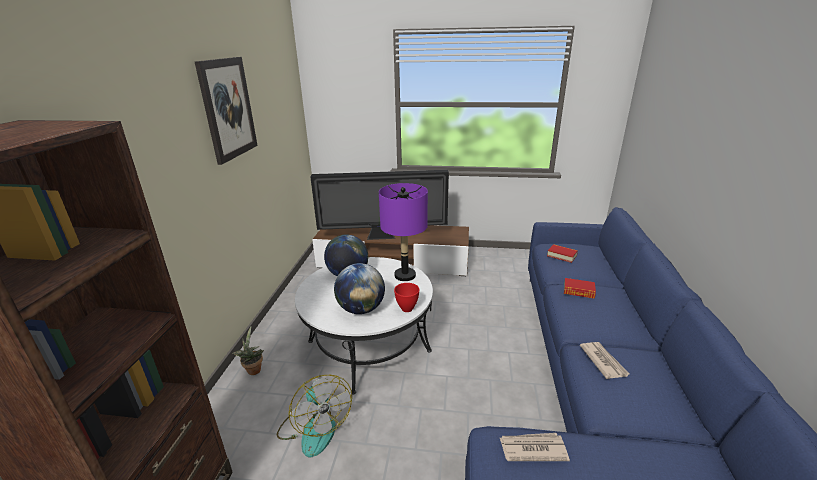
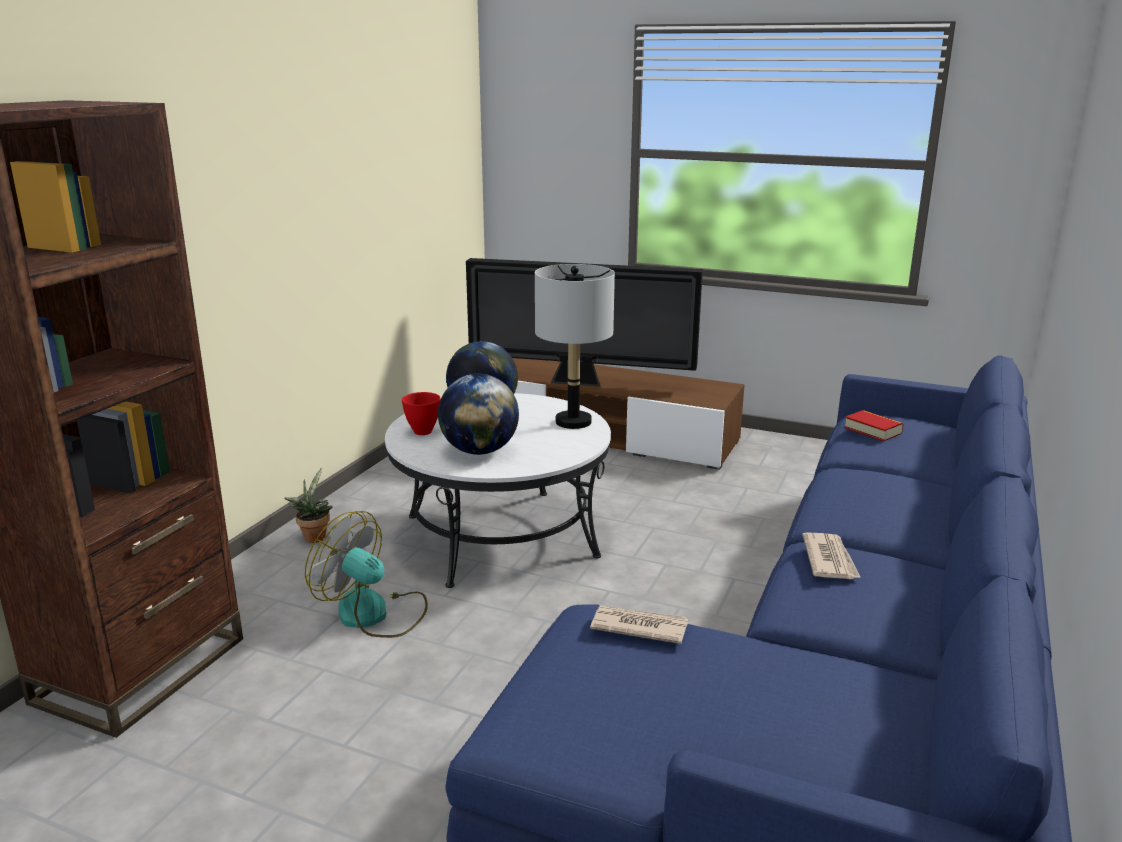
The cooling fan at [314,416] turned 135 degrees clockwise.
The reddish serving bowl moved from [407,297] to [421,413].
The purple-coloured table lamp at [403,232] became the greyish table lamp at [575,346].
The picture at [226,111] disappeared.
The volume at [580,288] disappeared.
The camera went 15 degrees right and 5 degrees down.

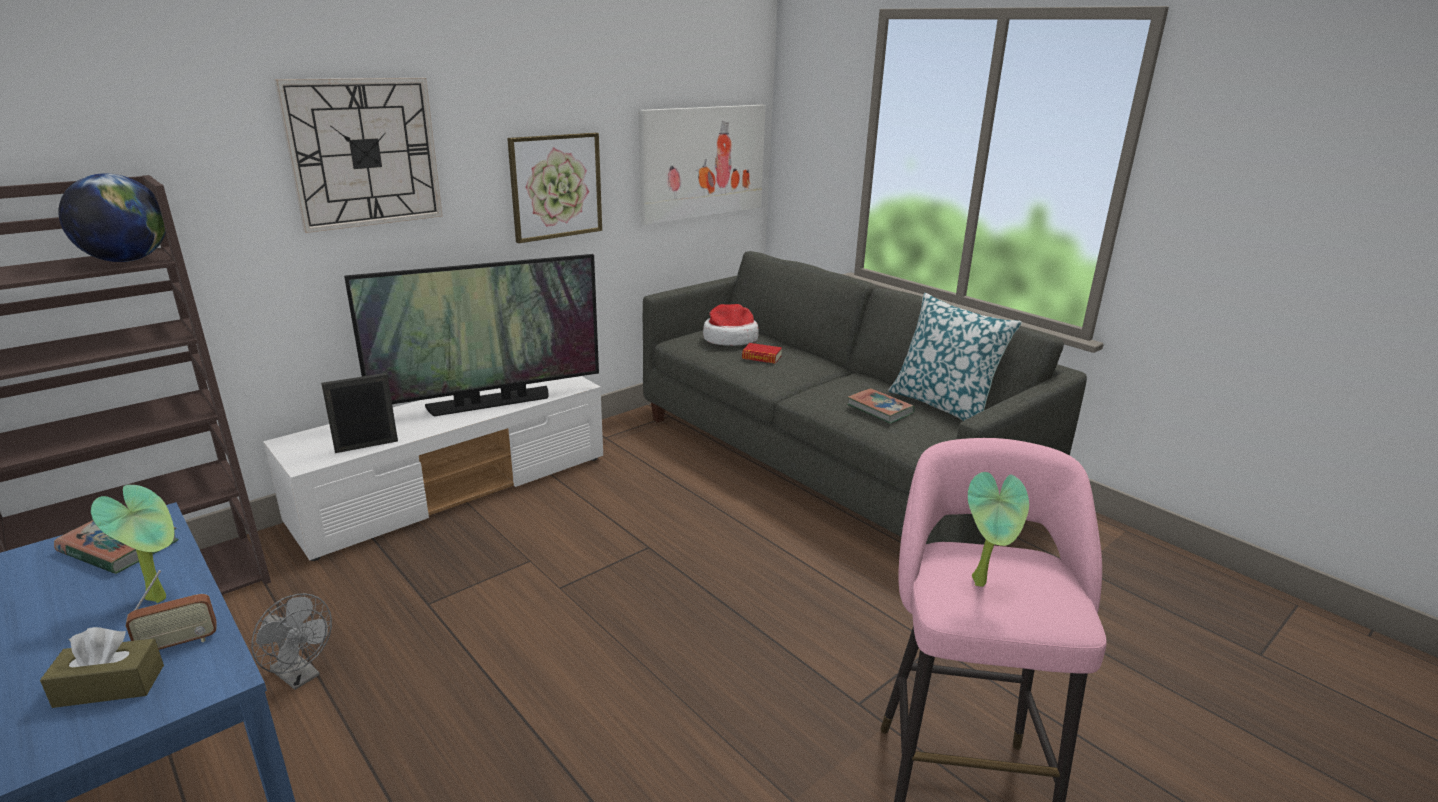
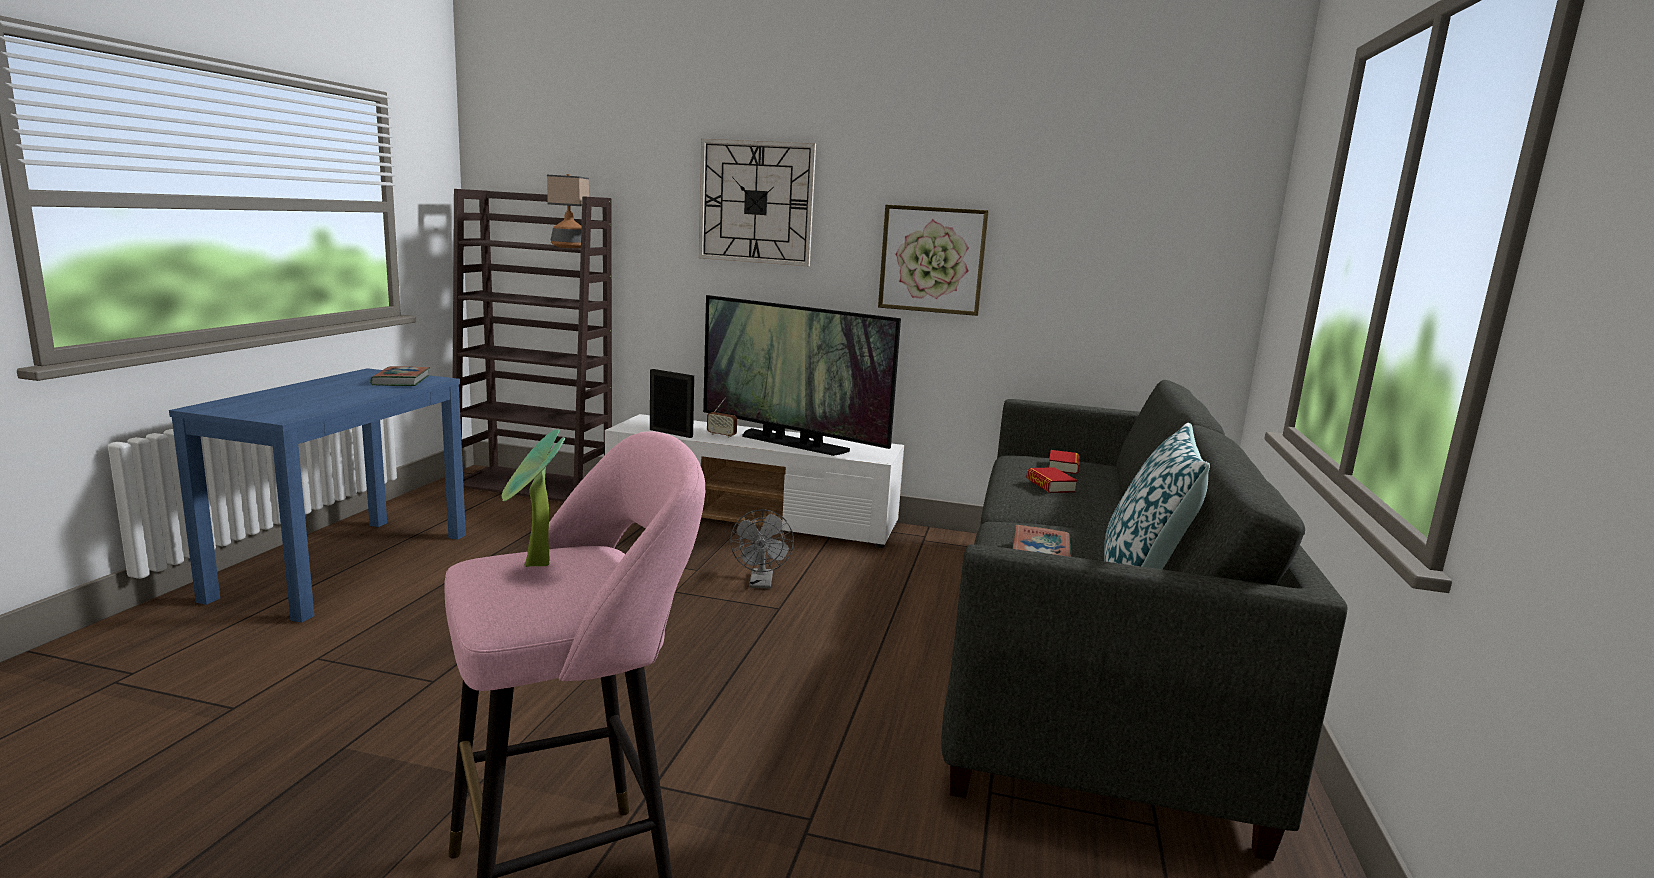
The world globe at [112,217] was replaced by the table lamp at [568,211].
The radio receiver moved from [171,610] to [722,417].
The greyish cooling fan moved from [291,641] to [762,549].
The wearable hat at [731,325] was replaced by the volume at [1064,462].
The brown-coloured box of tissues at [102,667] disappeared.
The plant in a pot at [132,544] disappeared.
The picture at [702,165] disappeared.
The camera went 55 degrees right and 10 degrees down.

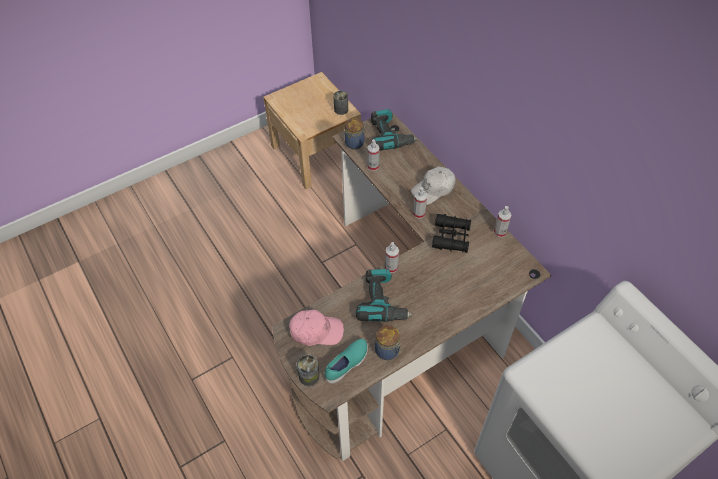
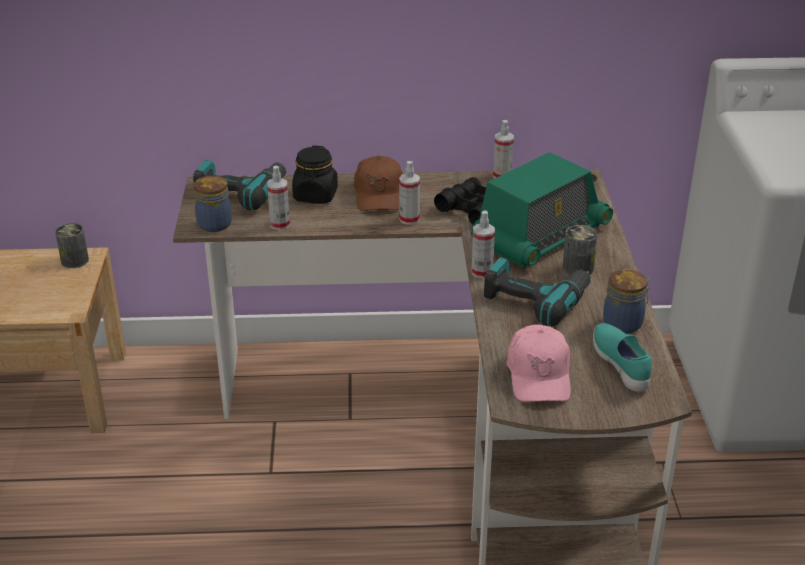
The black jar at [315,174] appeared.
The white baseball cap at [433,185] became the brown-coloured baseball cap at [378,183].
The radio receiver at [542,210] appeared.
The pink-coloured baseball cap at [316,328] turned 150 degrees clockwise.
The metal can moved from [308,370] to [580,250].
The camera went 60 degrees left and 20 degrees down.

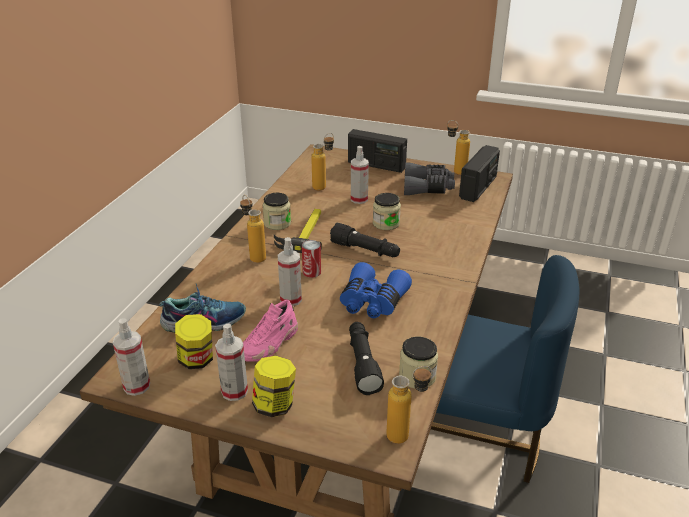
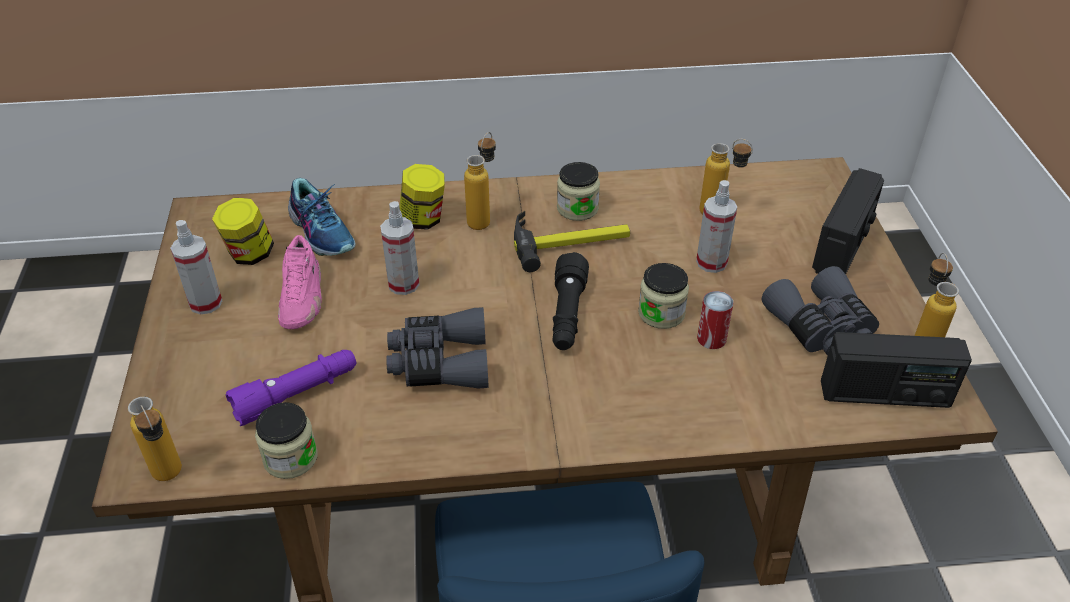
The black hand torch at [366,358] became the purple-coloured hand torch at [291,388].
The pink-coloured item of footwear at [270,330] turned 105 degrees counterclockwise.
The blue-coloured field glasses at [376,290] became the greyish field glasses at [437,347].
The jar moved from [274,386] to [422,197].
The metal can moved from [311,259] to [715,320].
The radio receiver at [377,151] turned 150 degrees counterclockwise.
The spray bottle at [131,357] disappeared.
The camera went 65 degrees right and 10 degrees up.

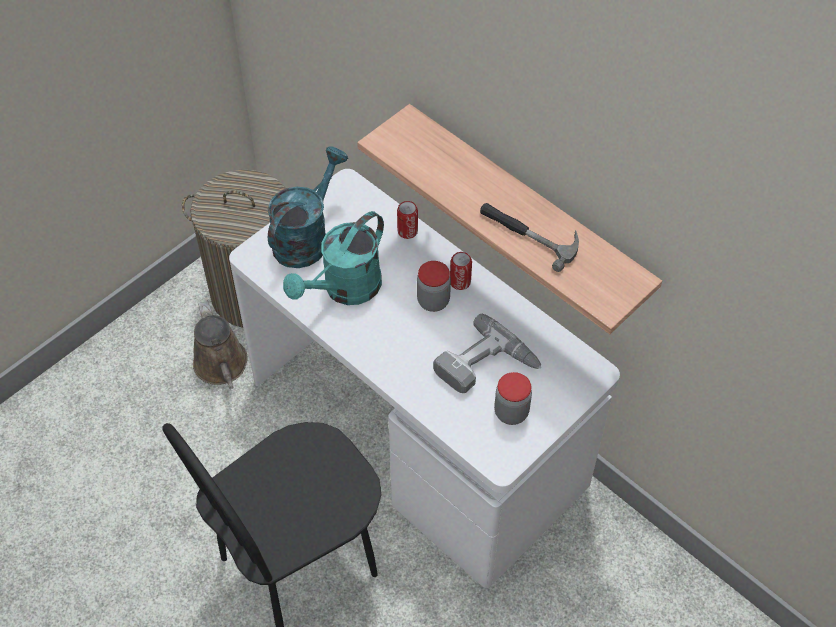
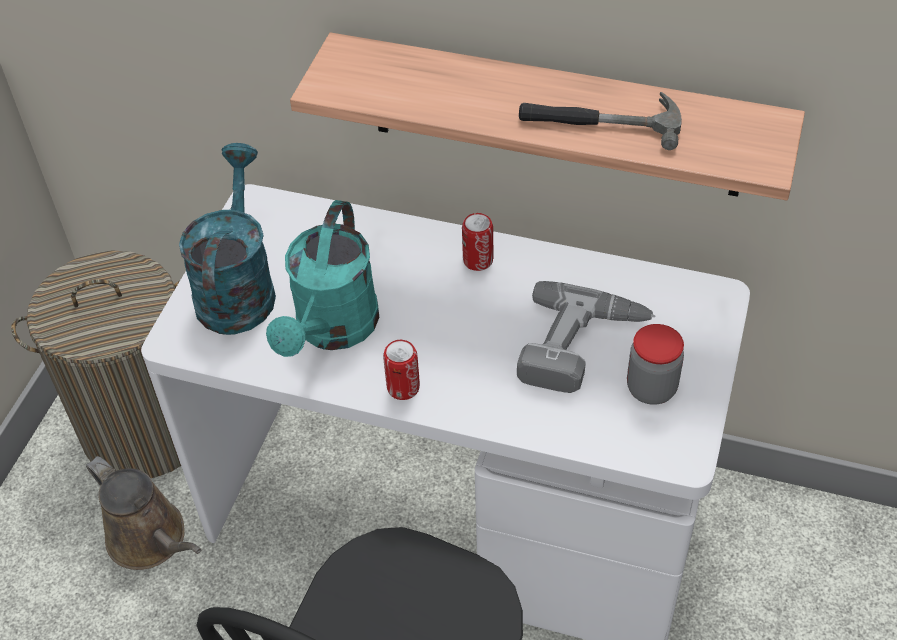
The metal can moved from [407,220] to [401,370].
The jar at [434,286] disappeared.
The camera went 25 degrees left and 5 degrees down.

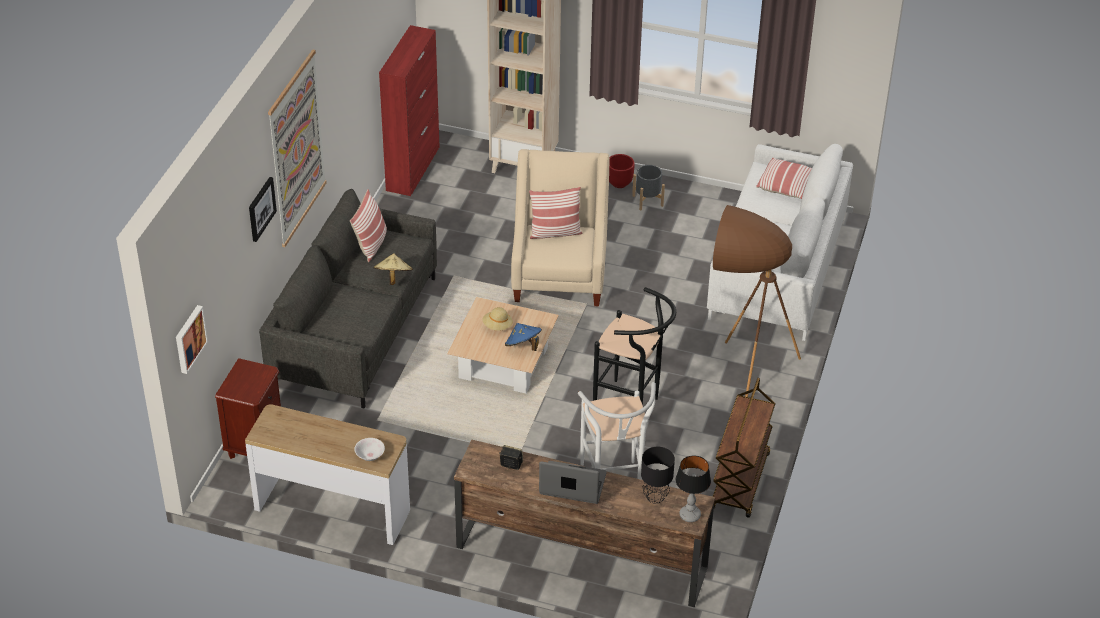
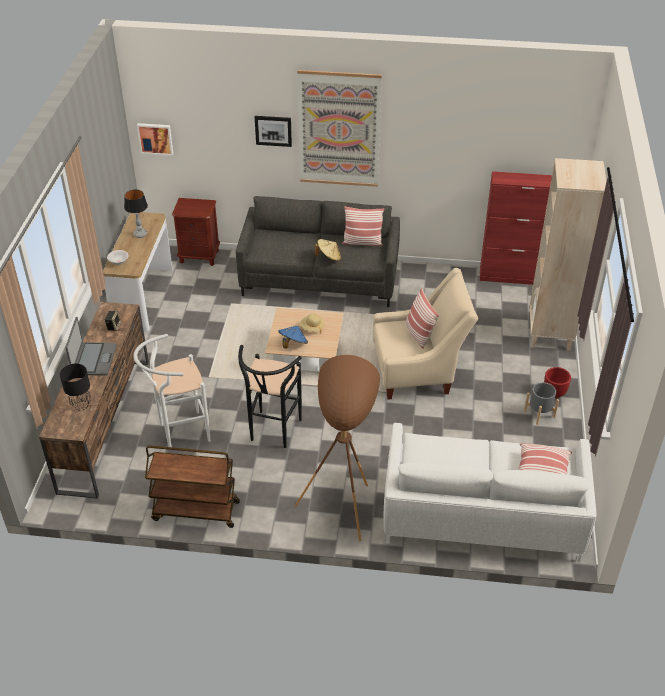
The table lamp moved from [693,488] to [136,213].
The camera went 80 degrees right and 0 degrees up.

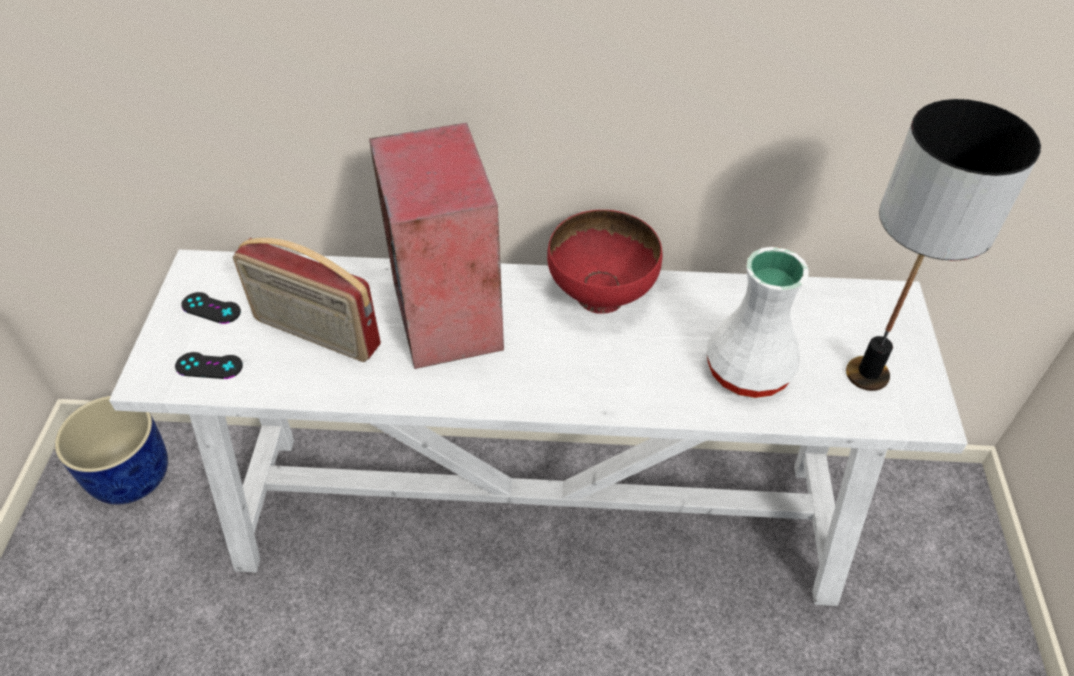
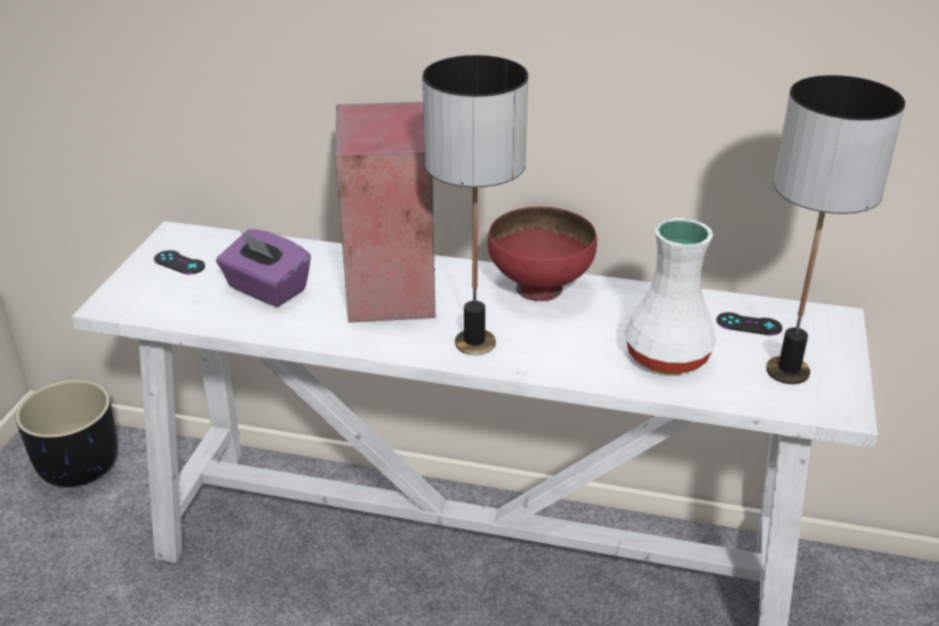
The blue-coloured plant pot at [111,450] became the black plant pot at [66,433].
The radio receiver at [307,300] was replaced by the purple-coloured box of tissues at [263,268].
The table lamp at [475,205] appeared.
The black gamepad moved from [209,365] to [749,324].
The camera went 10 degrees right and 15 degrees down.

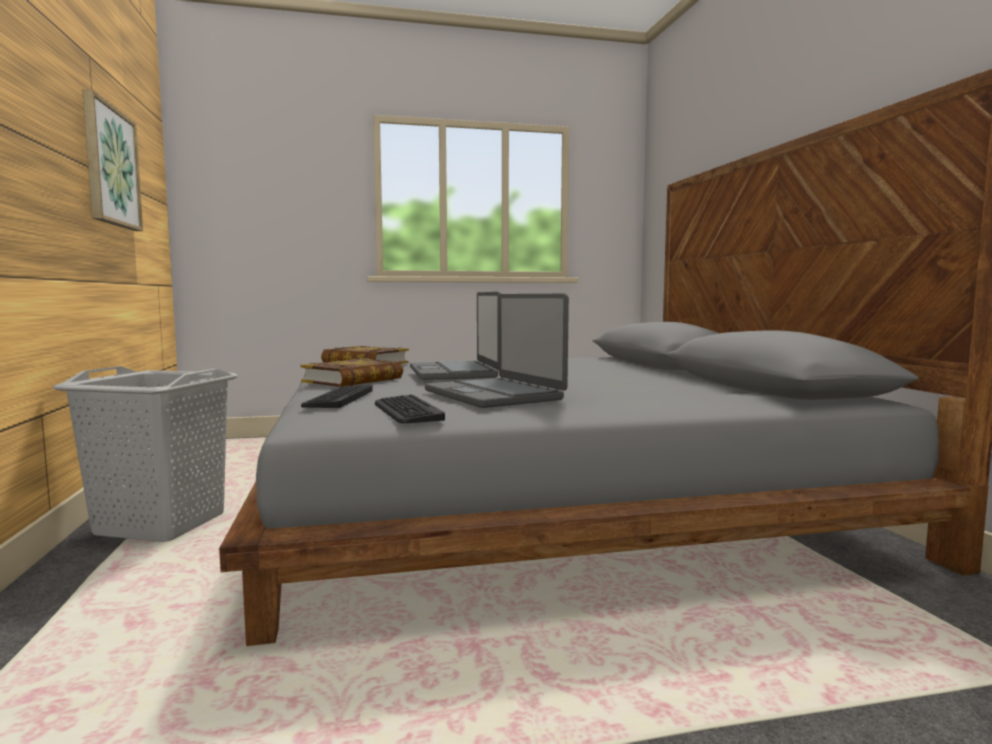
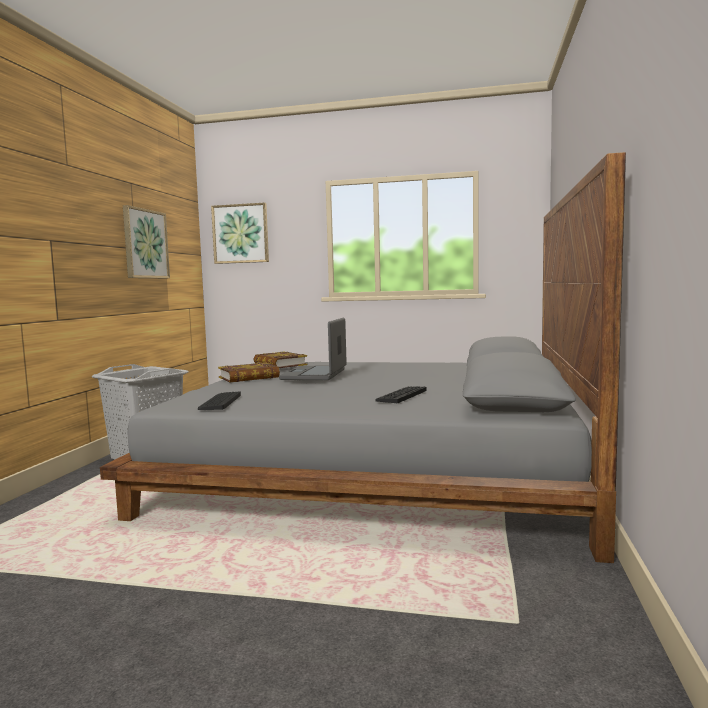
The picture at [240,233] appeared.
The keyboard moved from [337,396] to [400,394].
The portable computer at [497,351] disappeared.
The camera went 25 degrees right and 0 degrees up.

